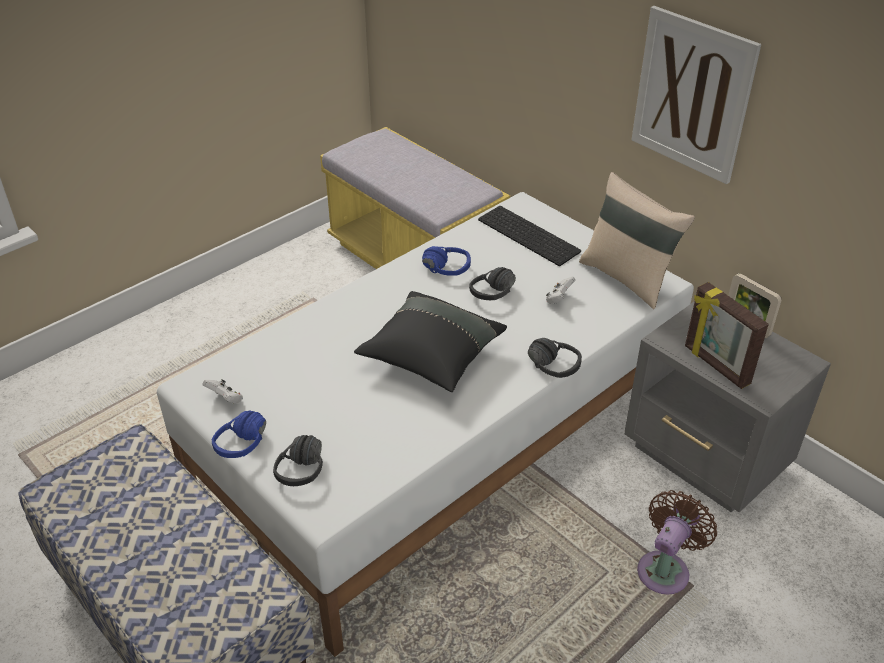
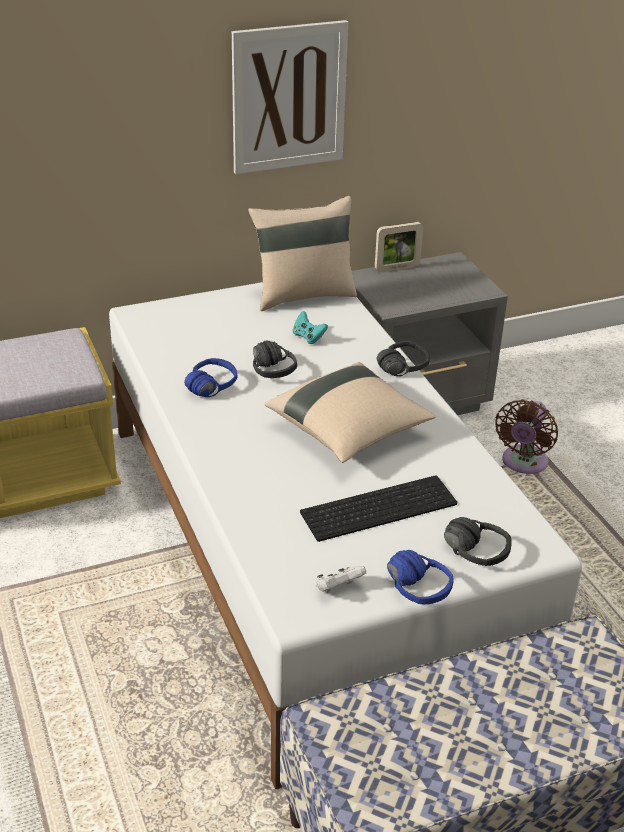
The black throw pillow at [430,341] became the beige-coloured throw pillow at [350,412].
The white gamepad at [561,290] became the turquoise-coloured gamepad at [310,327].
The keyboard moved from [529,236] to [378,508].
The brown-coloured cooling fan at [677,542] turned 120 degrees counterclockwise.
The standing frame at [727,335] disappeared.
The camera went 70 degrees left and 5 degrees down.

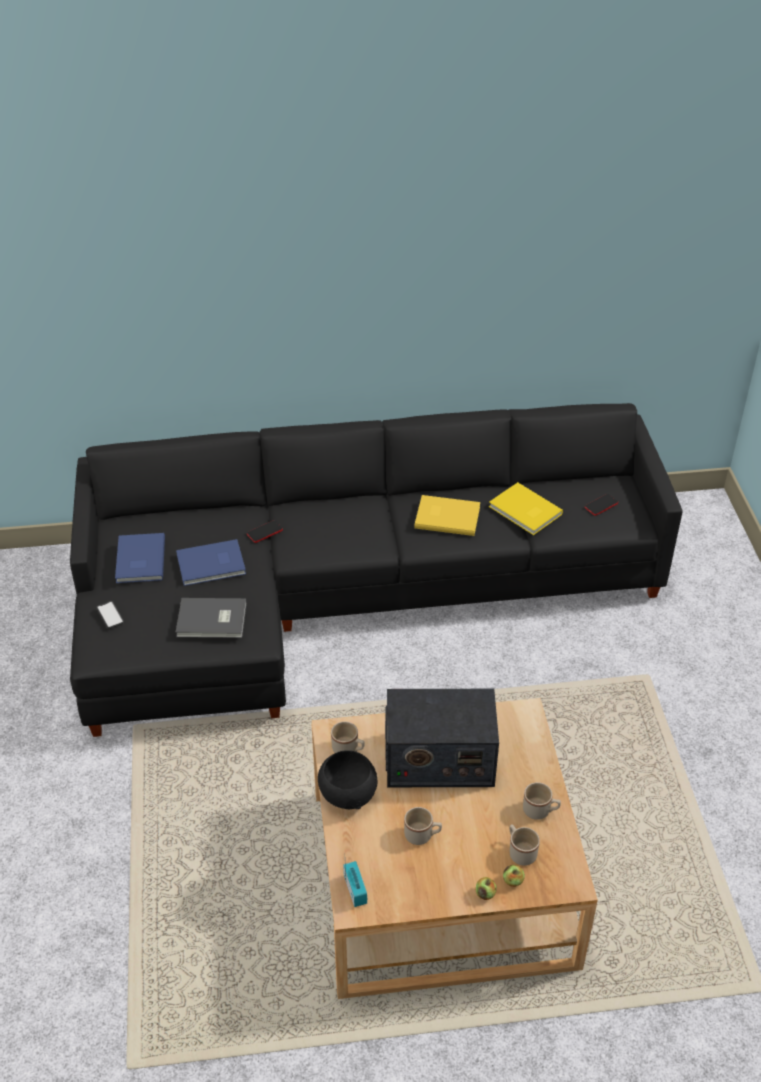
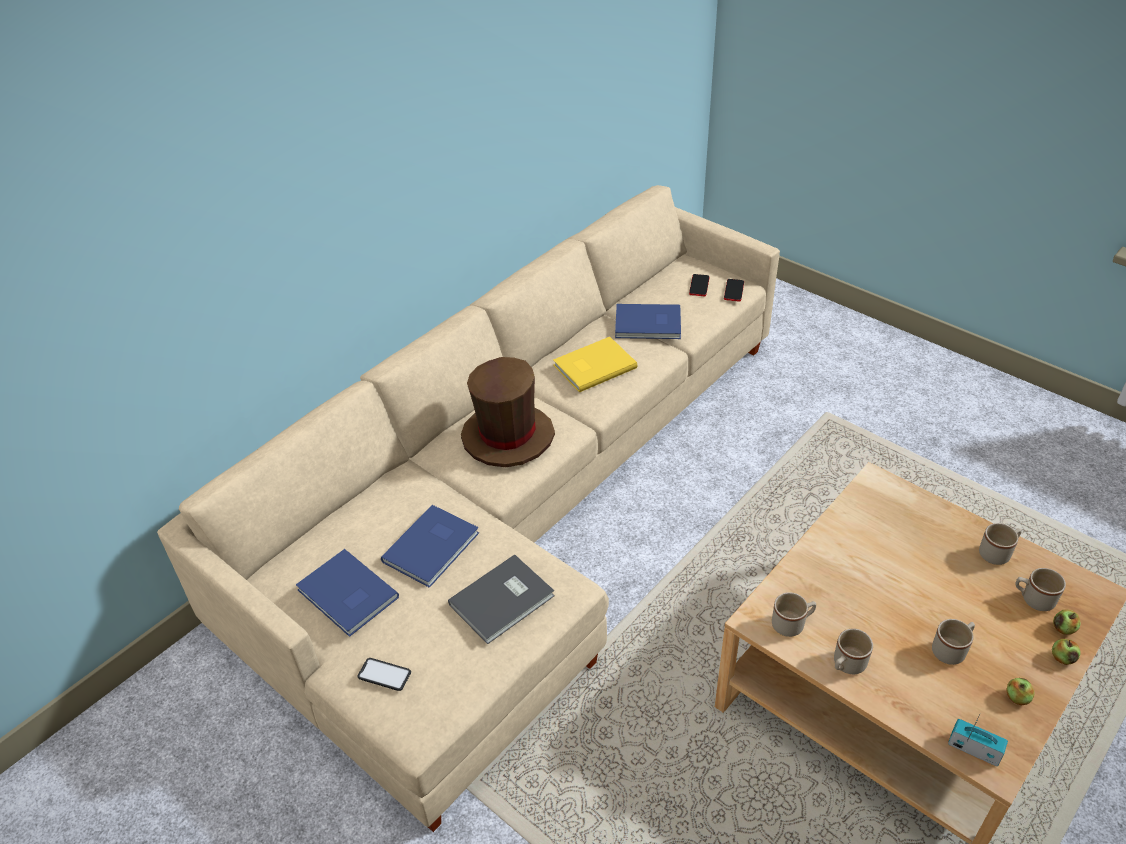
The black settee at [376,570] became the beige-coloured settee at [468,508].
The brown-coloured wearable hat at [508,412] appeared.
The yellow-coloured volume at [526,508] became the blue-coloured volume at [648,321].
The telephone moved from [265,531] to [734,290].
The black serving bowl at [347,779] was replaced by the beige-coloured mug at [853,651].
The apple at [1020,691] appeared.
The radio receiver at [442,738] disappeared.
The camera went 40 degrees left and 0 degrees up.

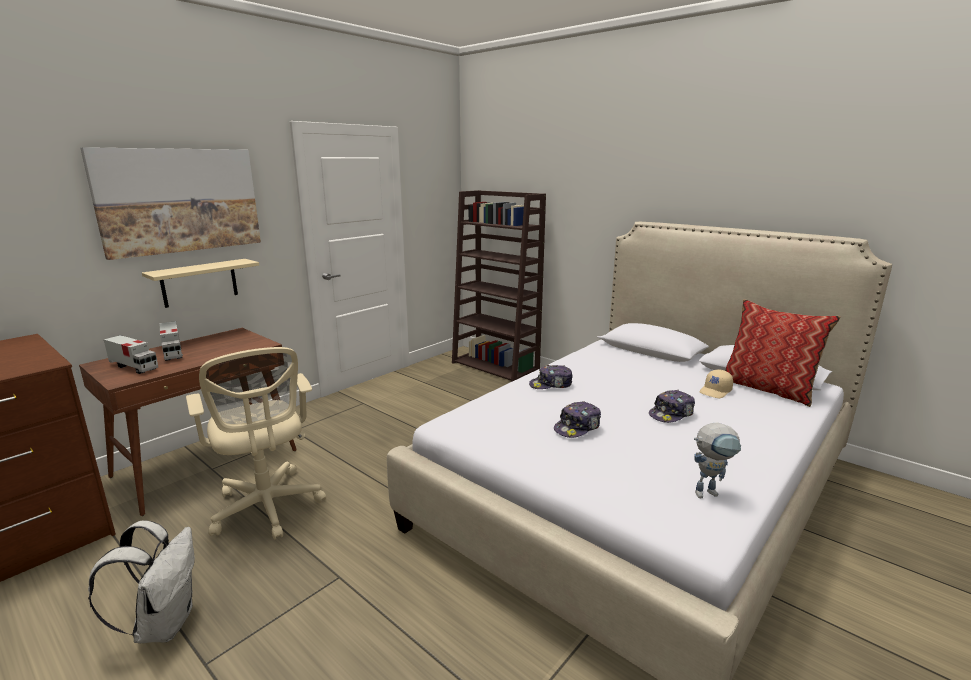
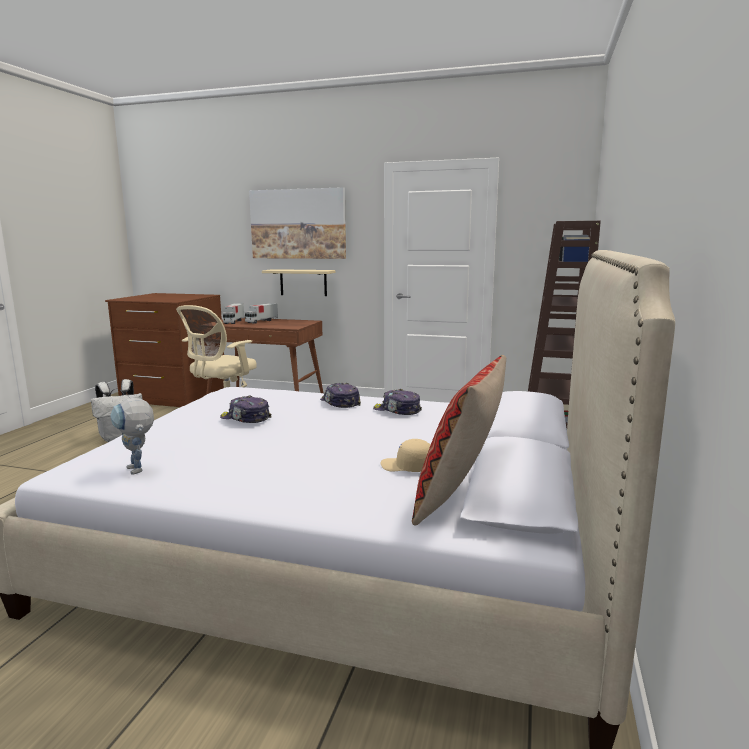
The baseball cap moved from [672,406] to [397,402].
The camera went 65 degrees right and 5 degrees down.

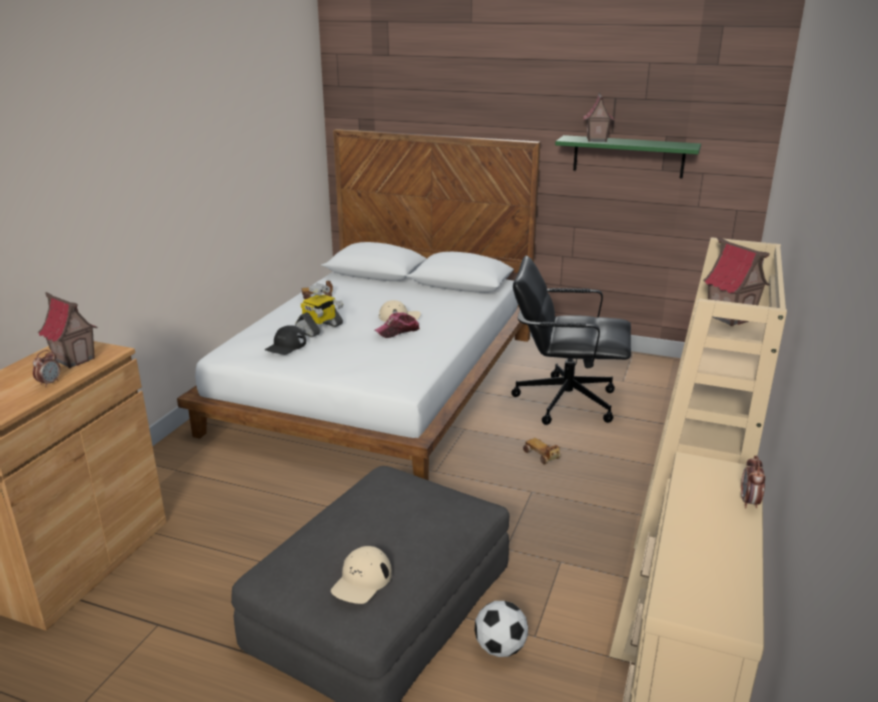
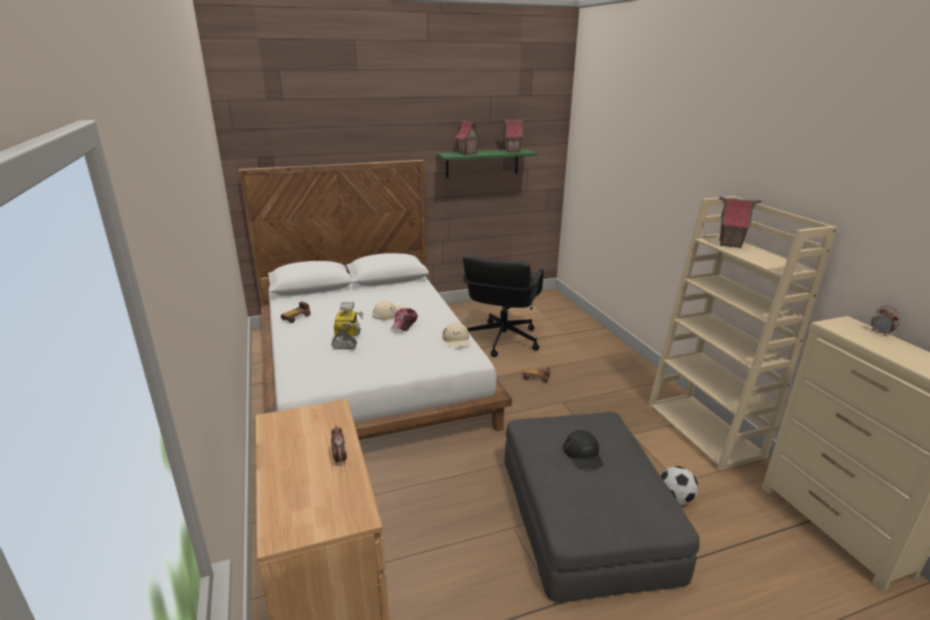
The beige-coloured baseball cap moved from [361,575] to [456,334].
The black computer chair at [571,340] turned 45 degrees counterclockwise.
The miniature house moved from [68,330] to [514,136].
The black baseball cap moved from [285,340] to [584,449].
The camera went 40 degrees left and 0 degrees up.

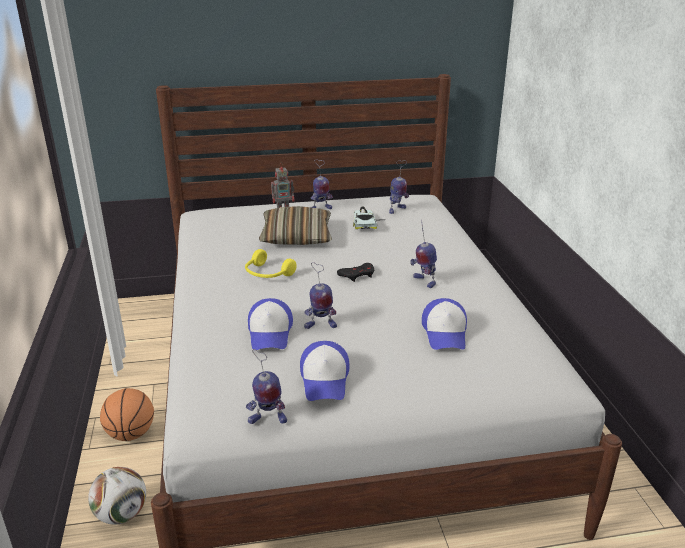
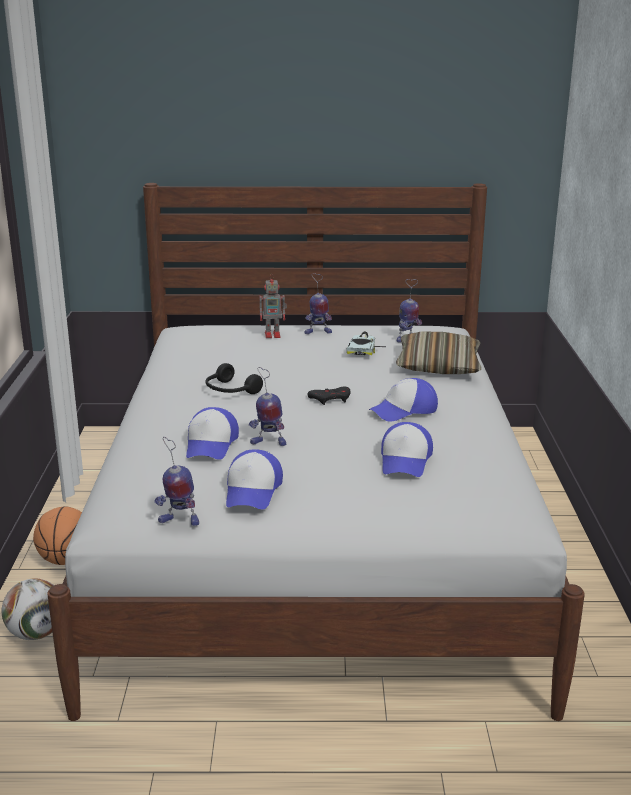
The yellow-coloured headset at [271,263] became the black headset at [234,378].
The toy robot at [423,254] was replaced by the baseball cap at [403,400].
The throw pillow moved from [295,225] to [439,353].
The camera went 10 degrees right and 5 degrees down.

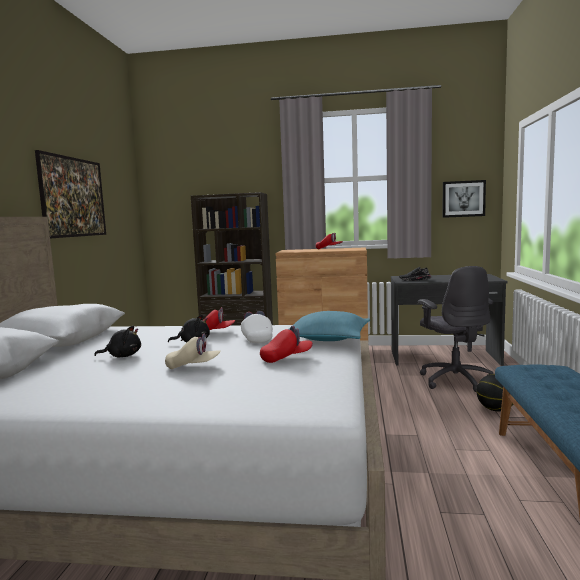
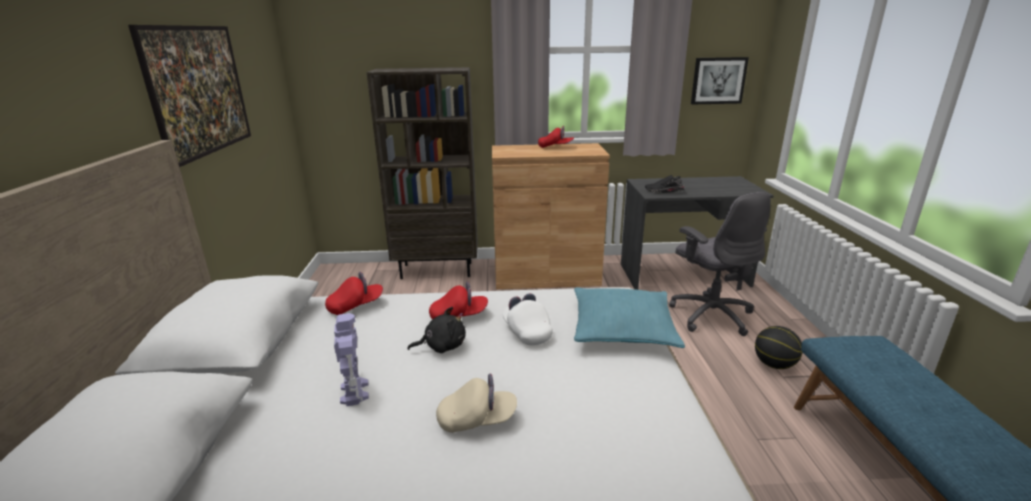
The reddish baseball cap moved from [286,344] to [354,293].
The black soft toy at [117,342] was replaced by the toy robot at [351,359].
The camera went 10 degrees left and 15 degrees up.

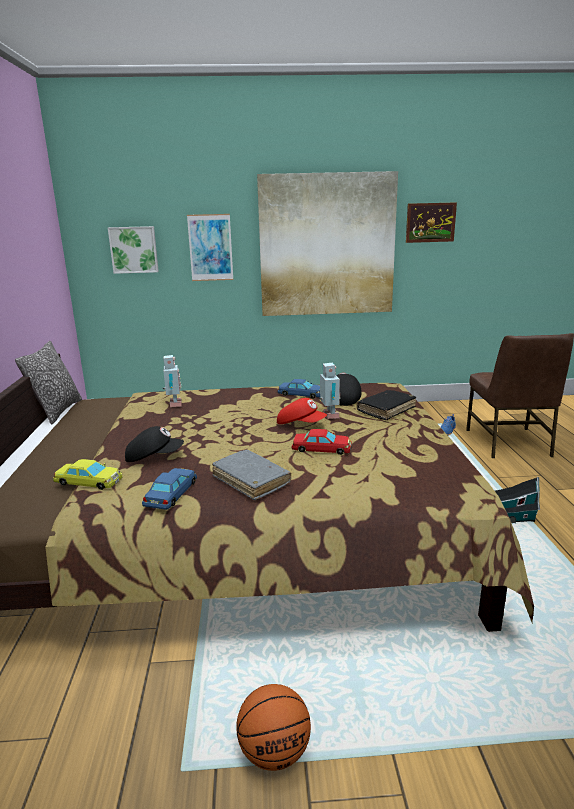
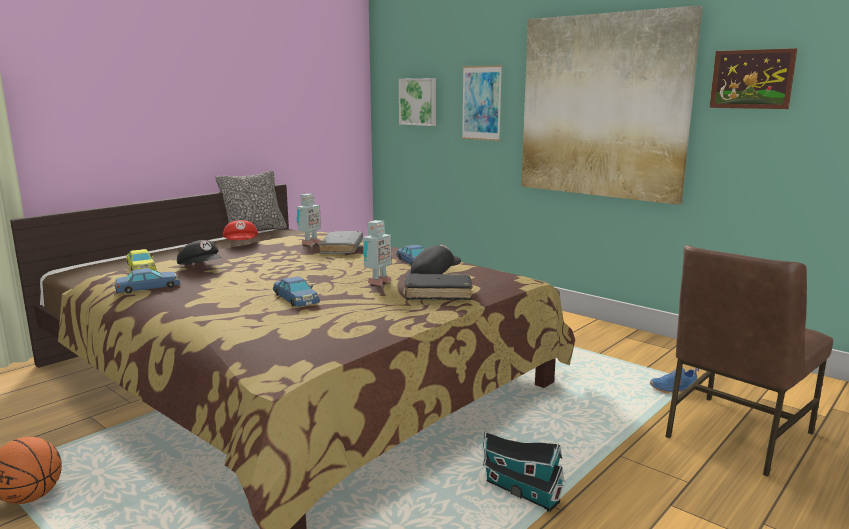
The reddish baseball cap moved from [302,411] to [240,230].
The reddish miniature car at [321,442] became the blue-coloured miniature car at [296,292].
The greyish volume moved from [251,475] to [341,242].
The camera went 45 degrees right and 5 degrees down.

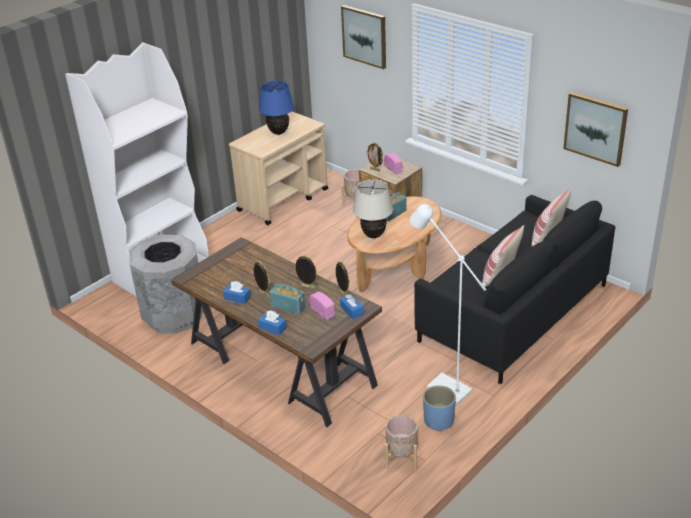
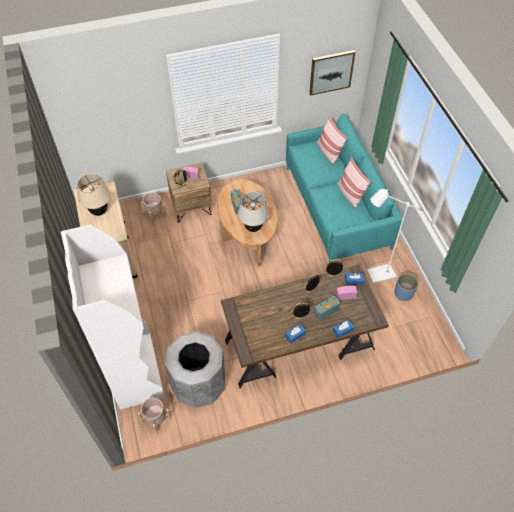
The blue-coloured table lamp at [276,108] became the beige-coloured table lamp at [94,194].
The beige-coloured plant pot moved from [401,443] to [154,416].
The black settee at [515,289] became the turquoise-coloured settee at [344,188].
The picture at [363,37] disappeared.
The camera went 60 degrees left and 20 degrees up.

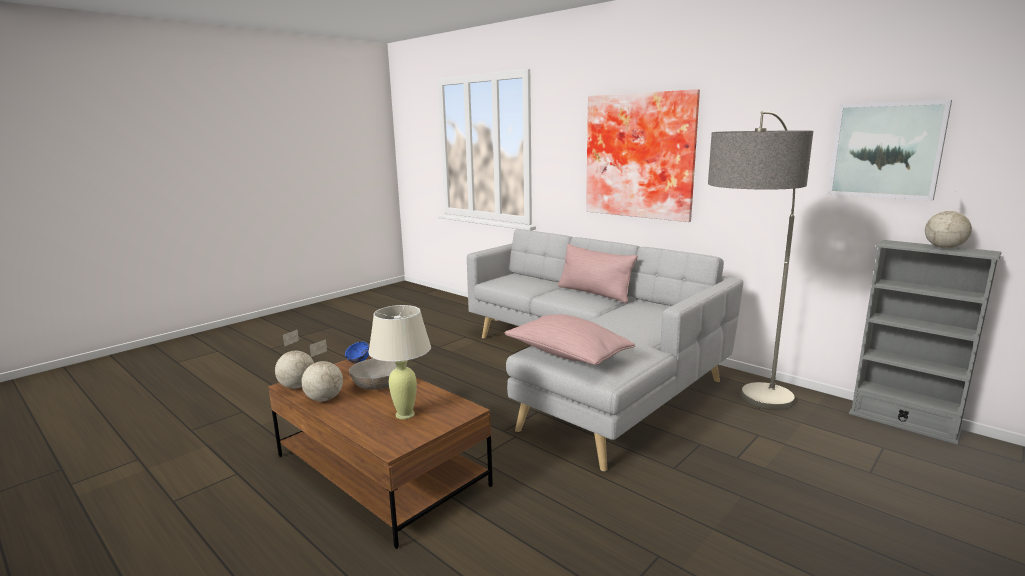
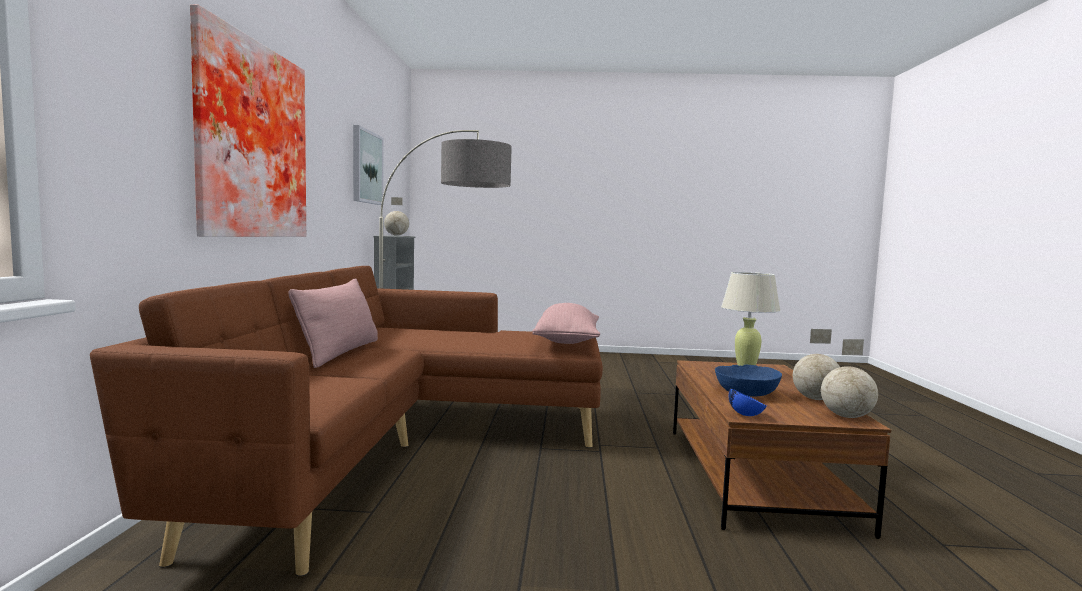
The greyish settee at [605,350] became the brown-coloured settee at [346,421].
The greyish serving bowl at [372,374] became the blue-coloured serving bowl at [748,381].
The camera went 130 degrees left and 10 degrees down.

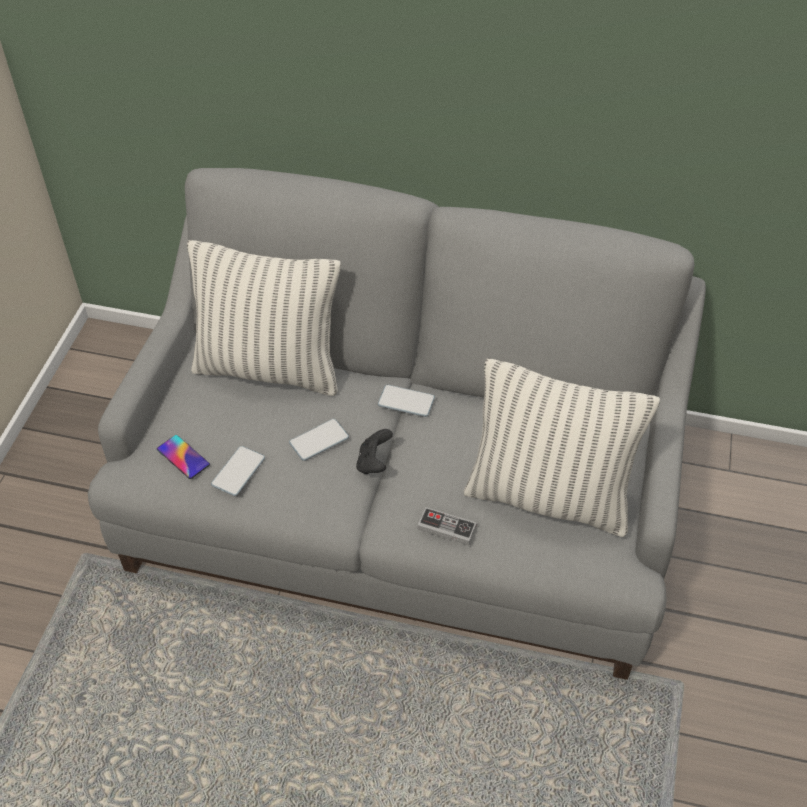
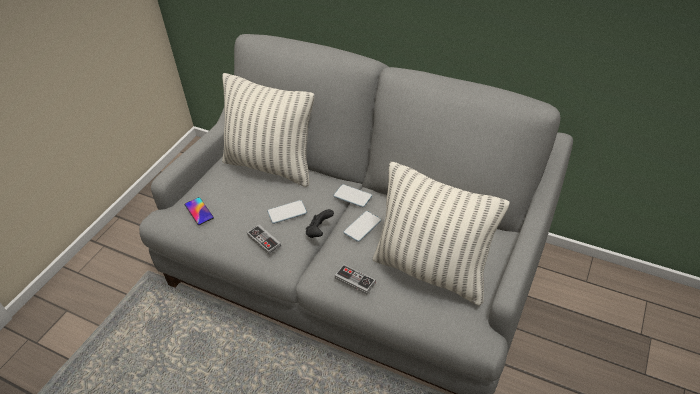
The gamepad at [264,240] appeared.
The telephone moved from [238,471] to [362,226].
The camera went 15 degrees right and 5 degrees down.

